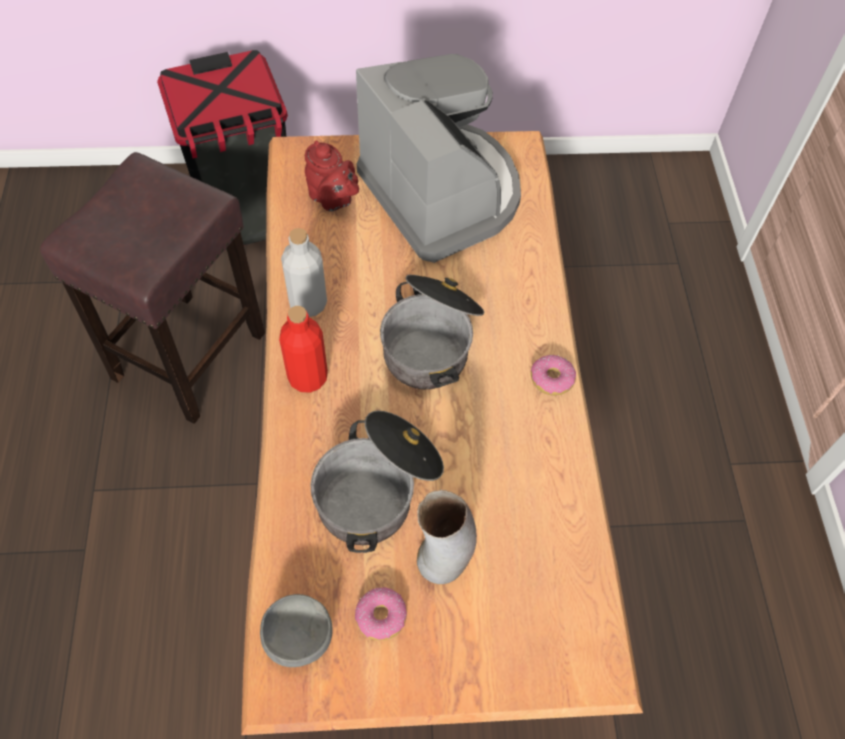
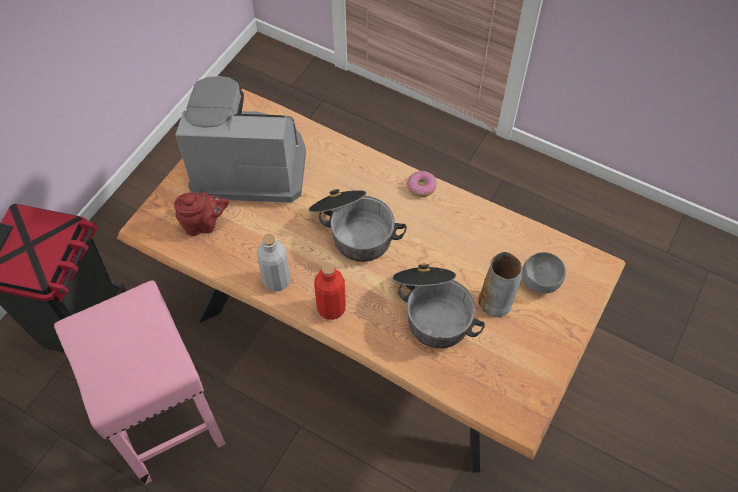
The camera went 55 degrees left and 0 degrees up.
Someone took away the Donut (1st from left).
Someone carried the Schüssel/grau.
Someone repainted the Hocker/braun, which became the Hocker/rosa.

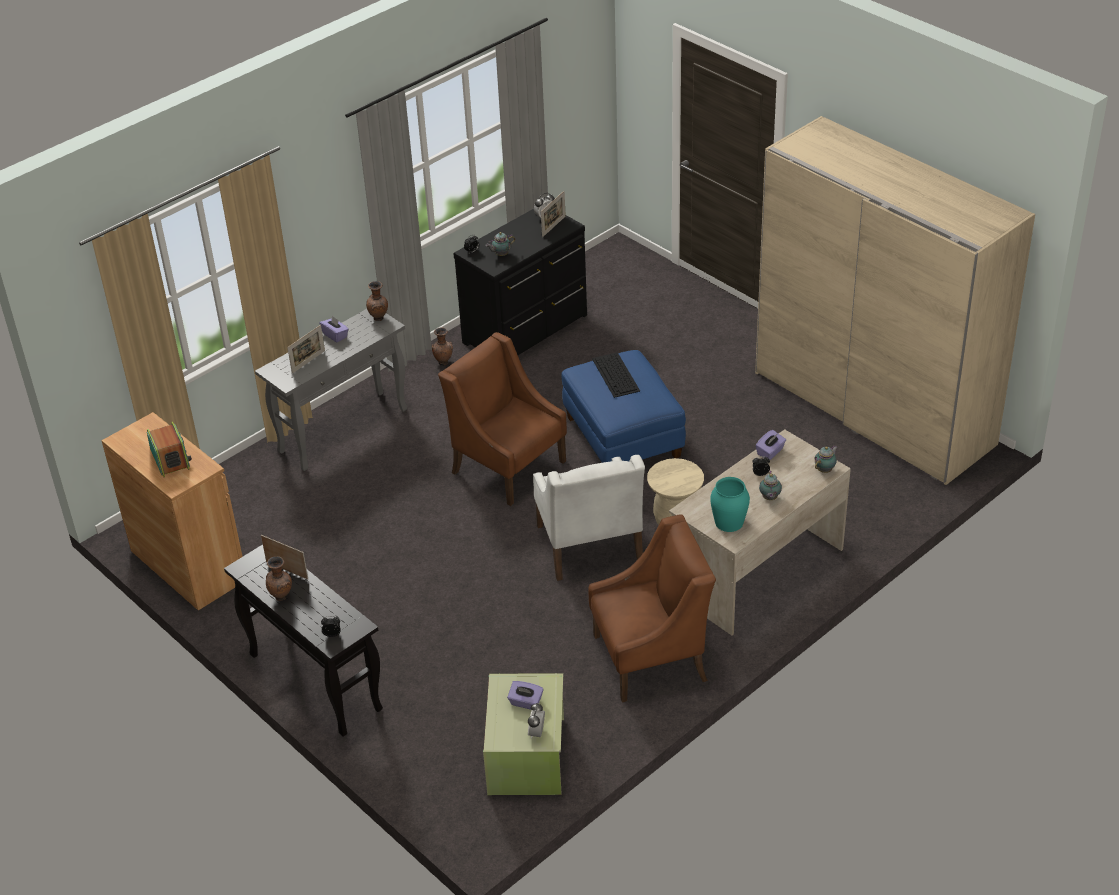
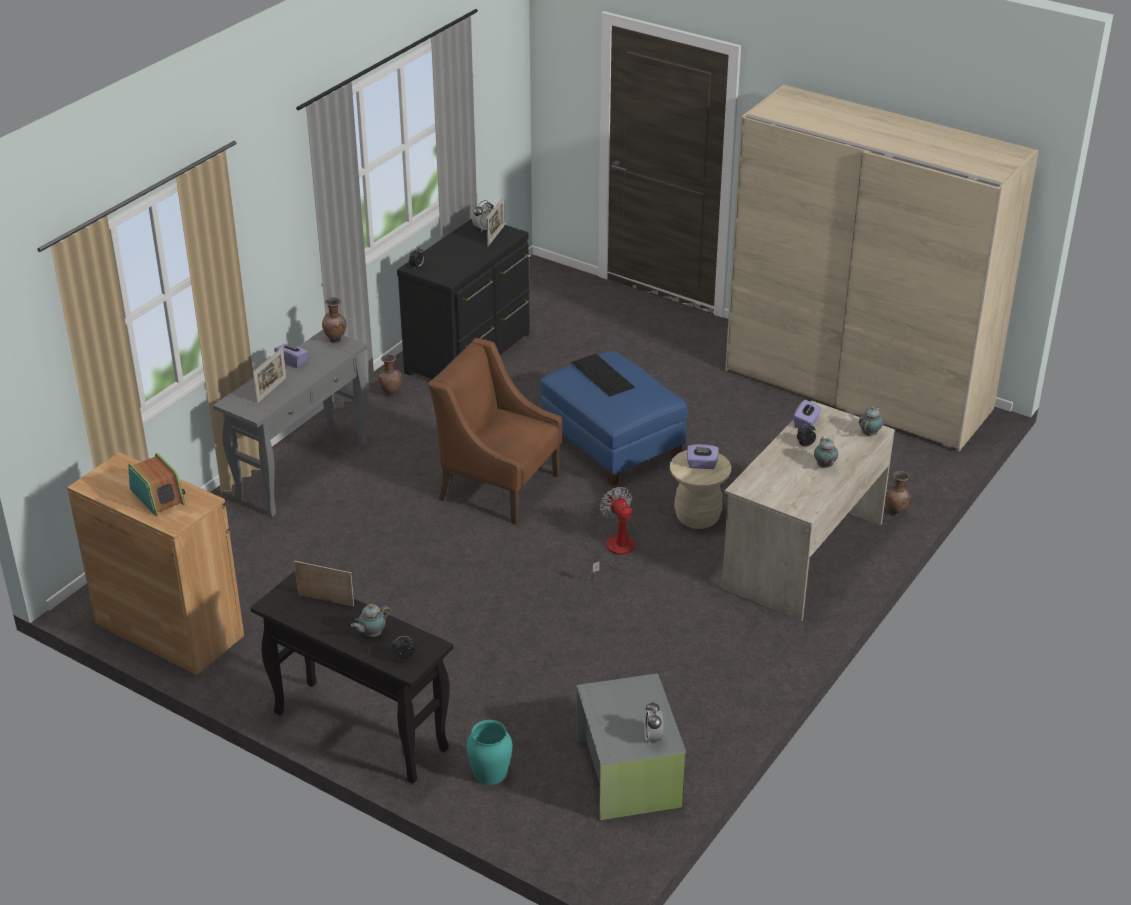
The camera went 15 degrees left and 5 degrees down.
Someone took away the Sessel/braun (2nd from left).
Someone carried the Vase/braun (1st from left in the first image).
Someone carried the Teekanne (1st from left).
Someone carried the Taschentuchbox/lila (2nd from left).
Someone carried the Vase/türkis.
Someone swapped the Sessel/weiß for the Ventilator.
Someone repainted the Aufbewahrungsbox/grün, which became the Aufbewahrungsbox/grau.

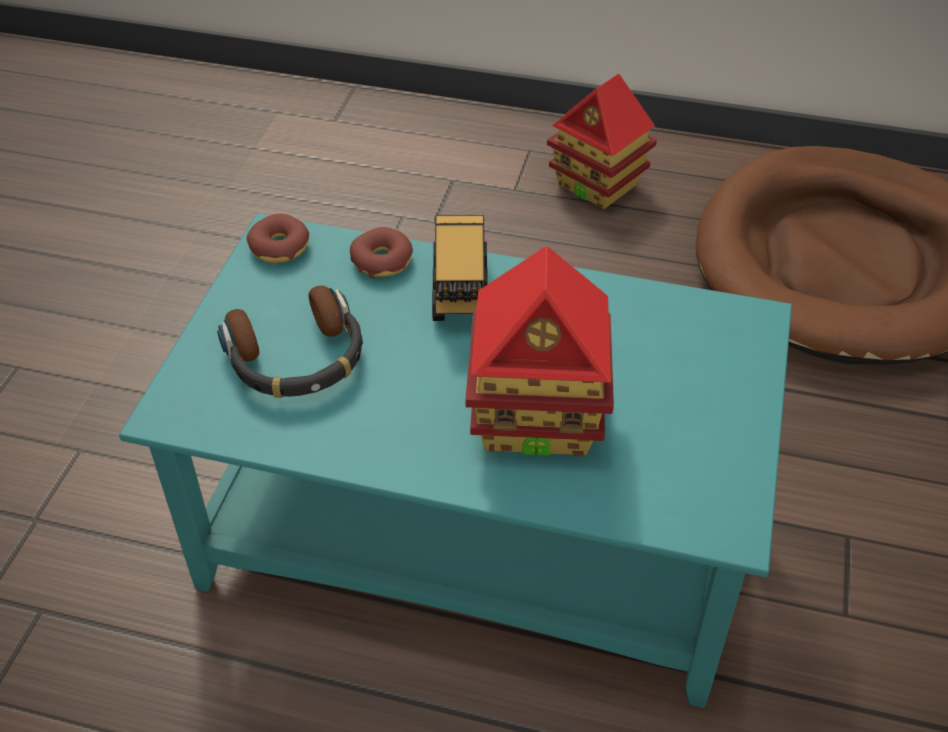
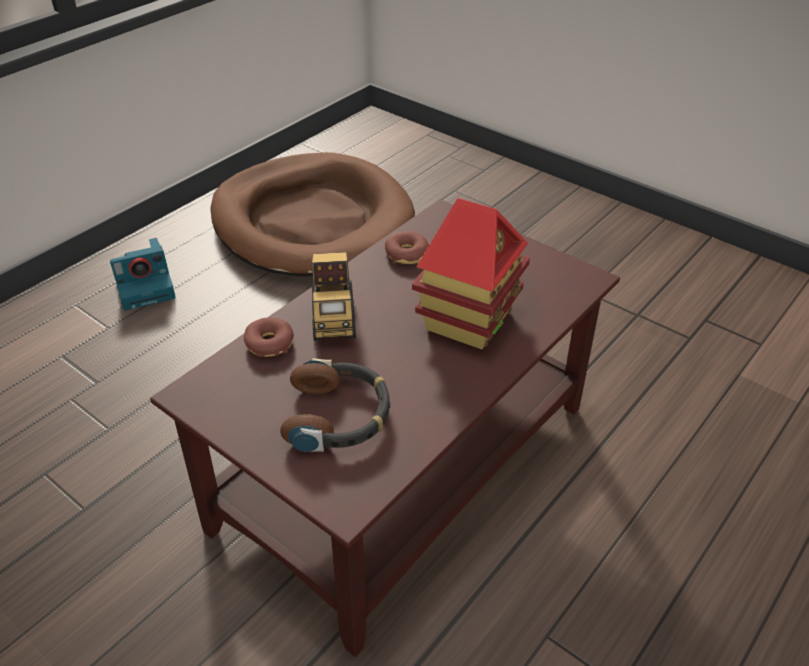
The camera went 65 degrees left and 5 degrees down.
Someone carried the Donut (1st from left in the first image).
Someone swapped the Spielzeughaus (2nd from left) for the Kamera.
Someone repainted the Couchtisch/türkis, which became the Couchtisch/braun.
Someone rotated the Spielzeuglaster by 120 degrees counterclockwise.

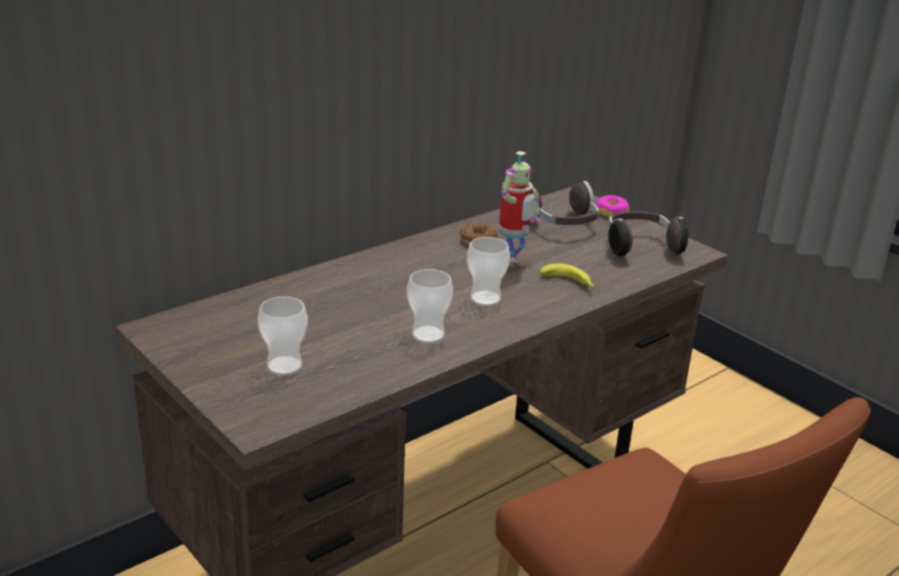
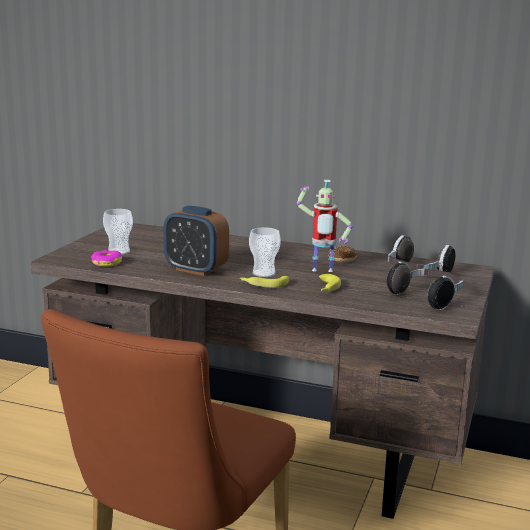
The camera went 60 degrees right and 10 degrees down.
Someone put down the Banane (1st from left).
Someone carried the Donut (2nd from left in the first image).
Someone swapped the Tasse (2nd from left) for the Wecker.

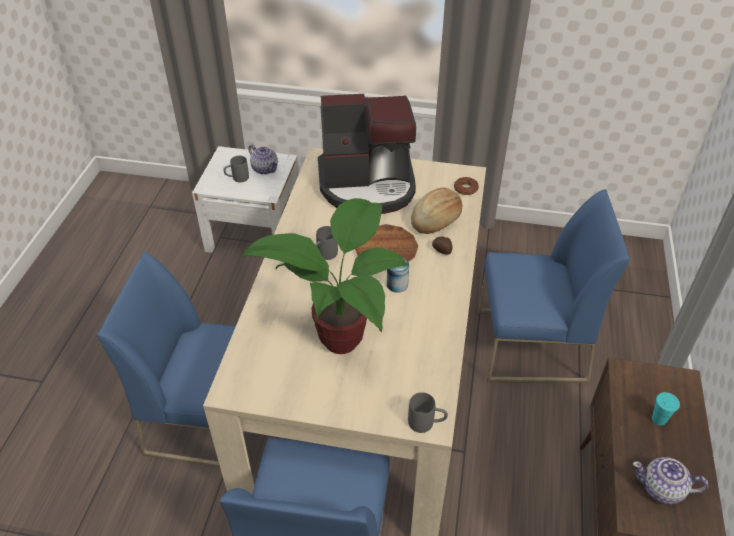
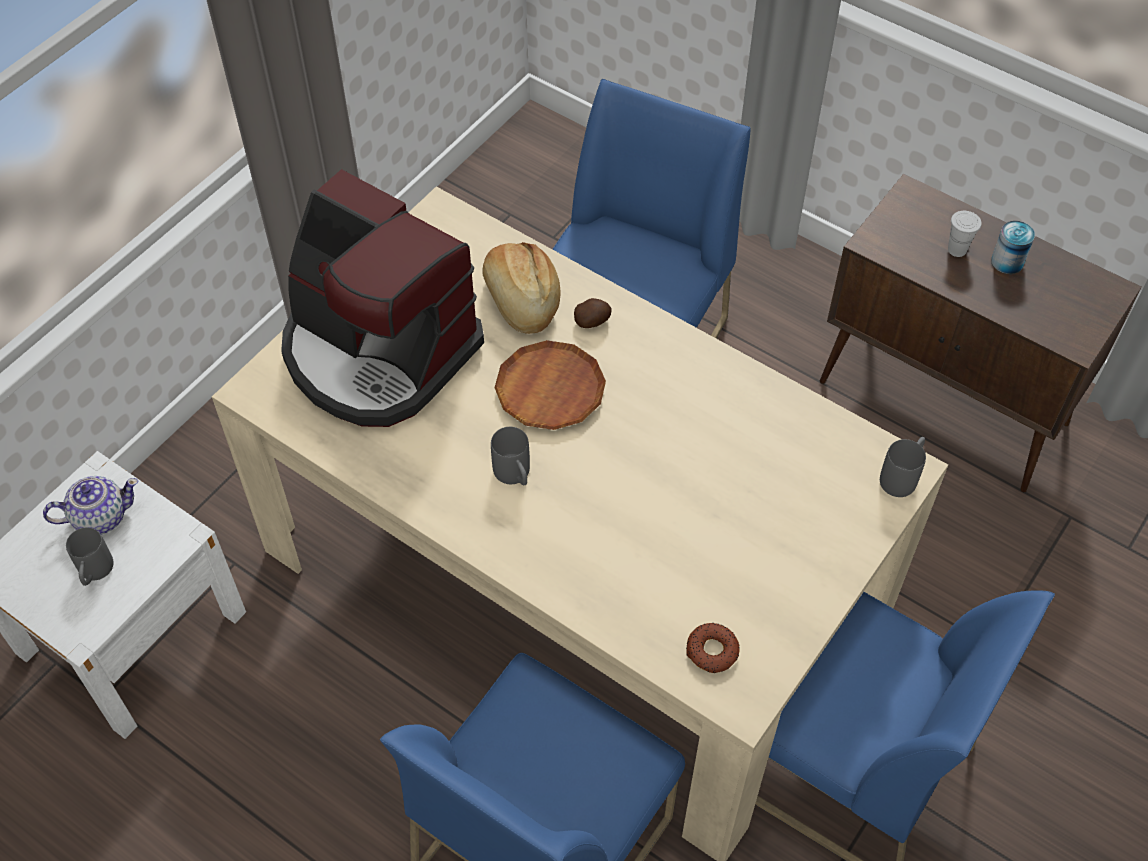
The camera went 65 degrees left and 10 degrees up.
Someone took away the Topfpflanze.
Someone took away the Teekanne (2nd from left).
Someone carried the Dose.
Someone carried the Donut.
Someone repainted the Tasse/türkis, which became the Tasse/weiß.
Someone rotated the Kaffeemaschine by 105 degrees clockwise.

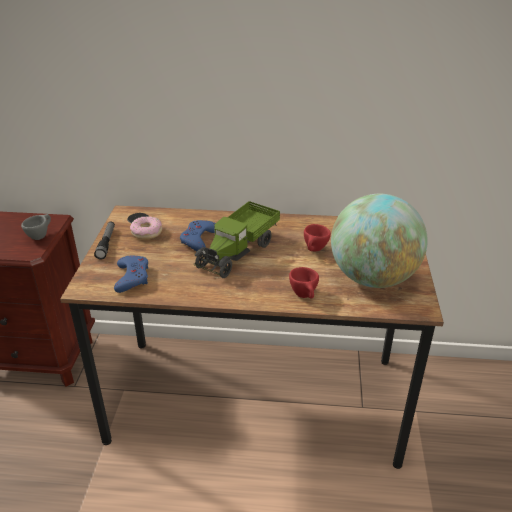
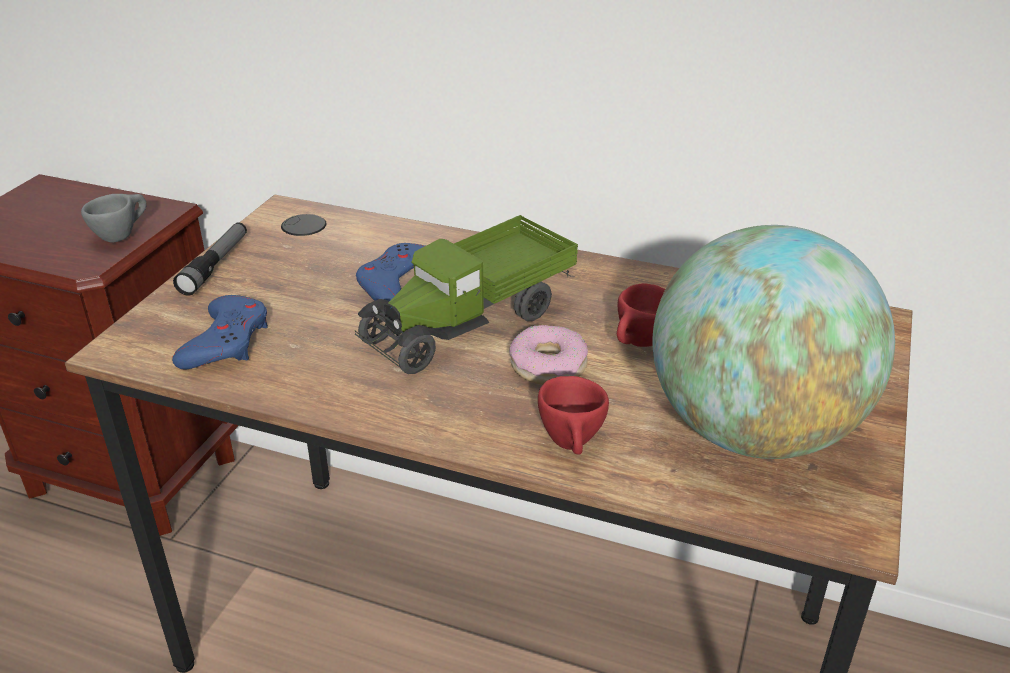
The camera went 15 degrees right and 0 degrees up.
Someone carried the Donut.

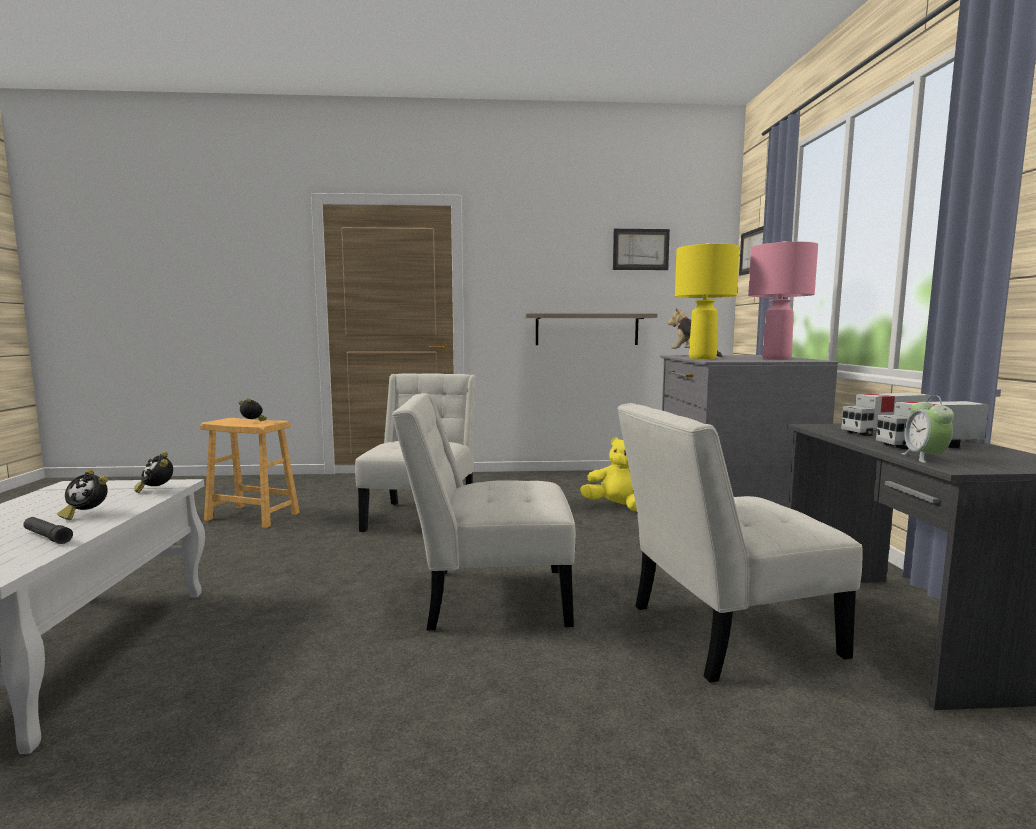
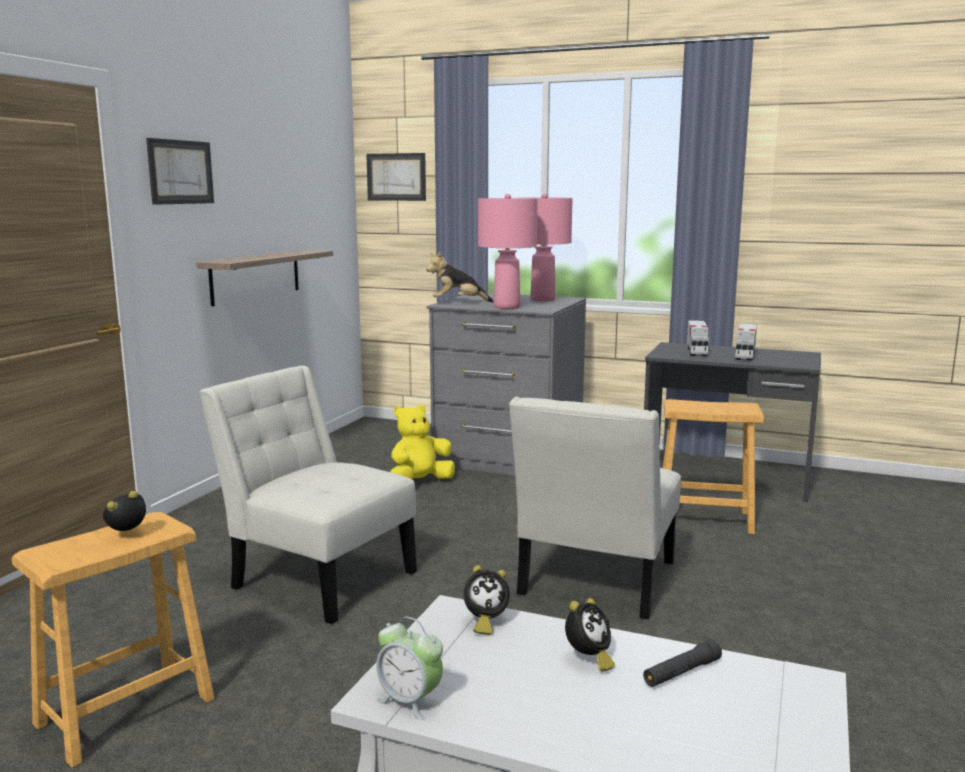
The camera went 65 degrees left and 5 degrees up.
Someone carried the Bild (1st from left).
Someone carried the Wecker (4th from left in the first image).
Someone swapped the Stuhl/weiß (3rd from left) for the Hocker/braun (2nd from left).
Someone repainted the Tischlampe/gelb, which became the Tischlampe/rosa (1st from left).

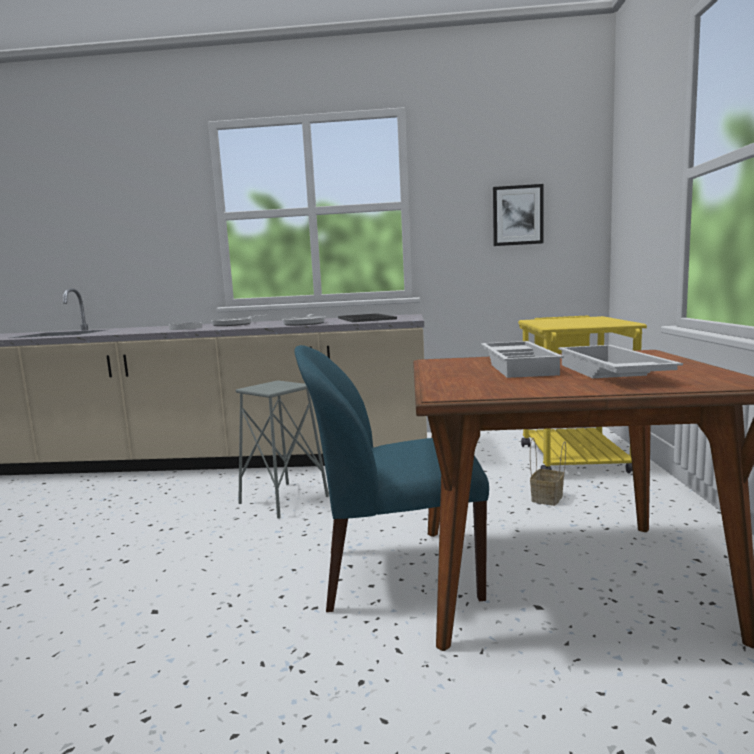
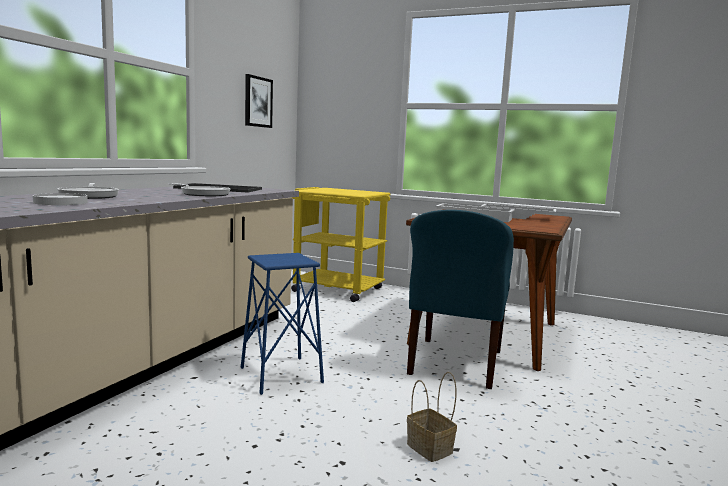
The camera went 70 degrees left and 0 degrees up.
Someone carried the Korb.
Someone repainted the Hocker/grau, which became the Hocker/blau.

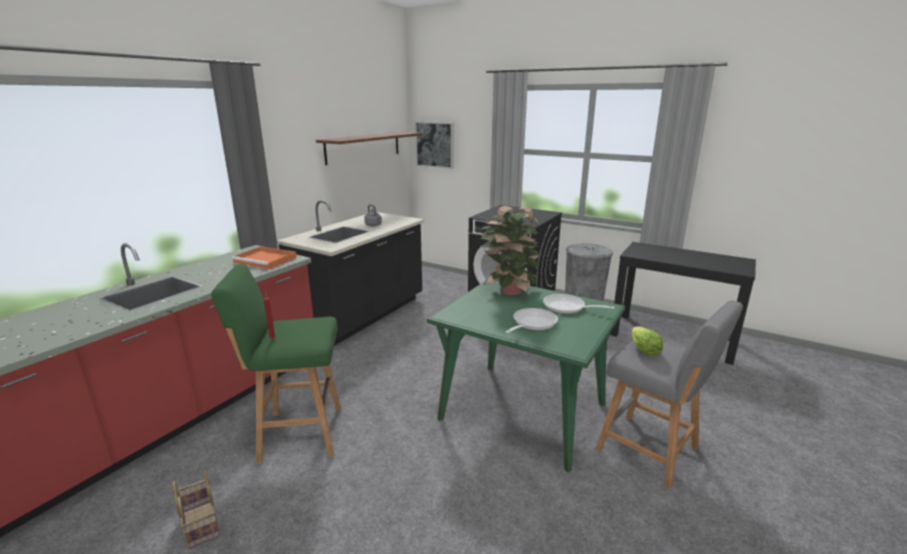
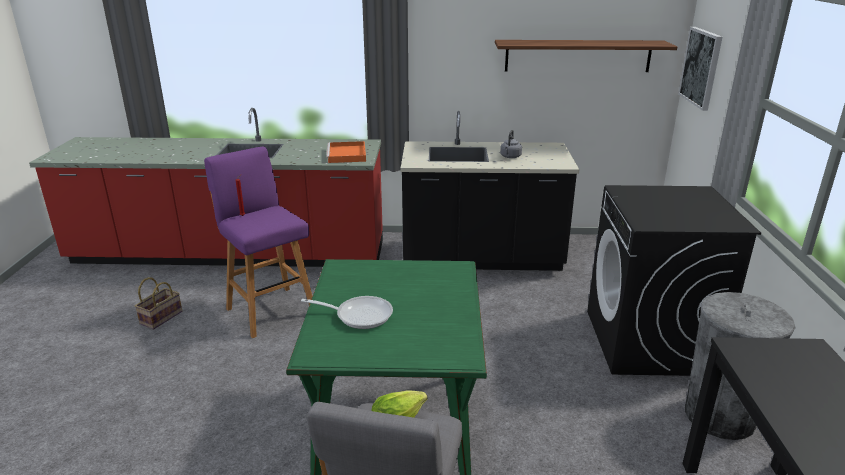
The camera went 60 degrees right and 5 degrees up.
Someone took away the Topfpflanze.
Someone took away the Pfanne (2nd from left).
Someone repainted the Hocker/grün, which became the Hocker/lila.

